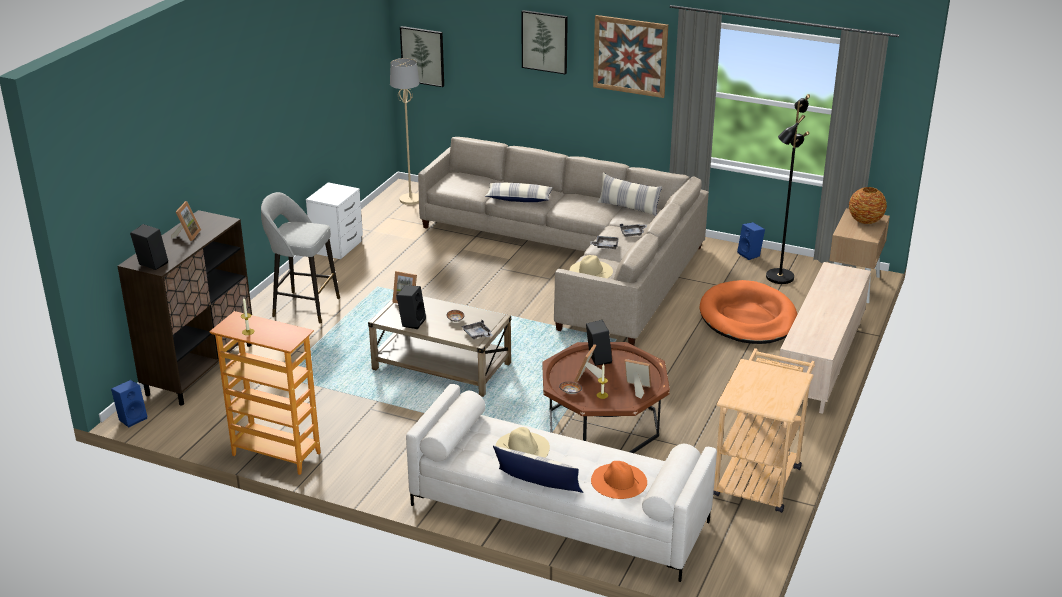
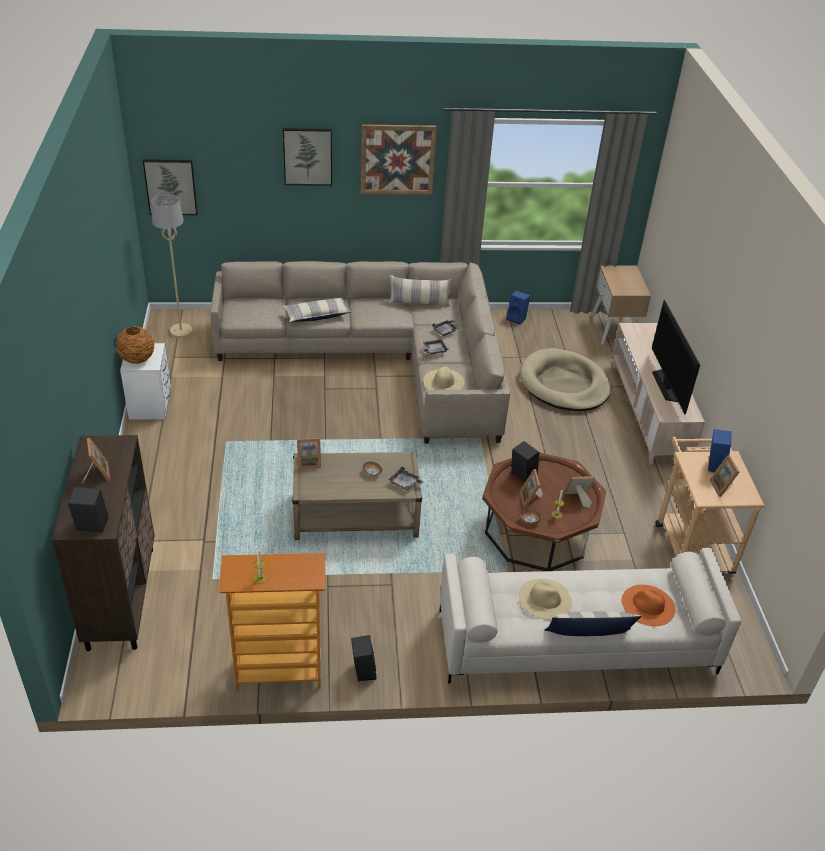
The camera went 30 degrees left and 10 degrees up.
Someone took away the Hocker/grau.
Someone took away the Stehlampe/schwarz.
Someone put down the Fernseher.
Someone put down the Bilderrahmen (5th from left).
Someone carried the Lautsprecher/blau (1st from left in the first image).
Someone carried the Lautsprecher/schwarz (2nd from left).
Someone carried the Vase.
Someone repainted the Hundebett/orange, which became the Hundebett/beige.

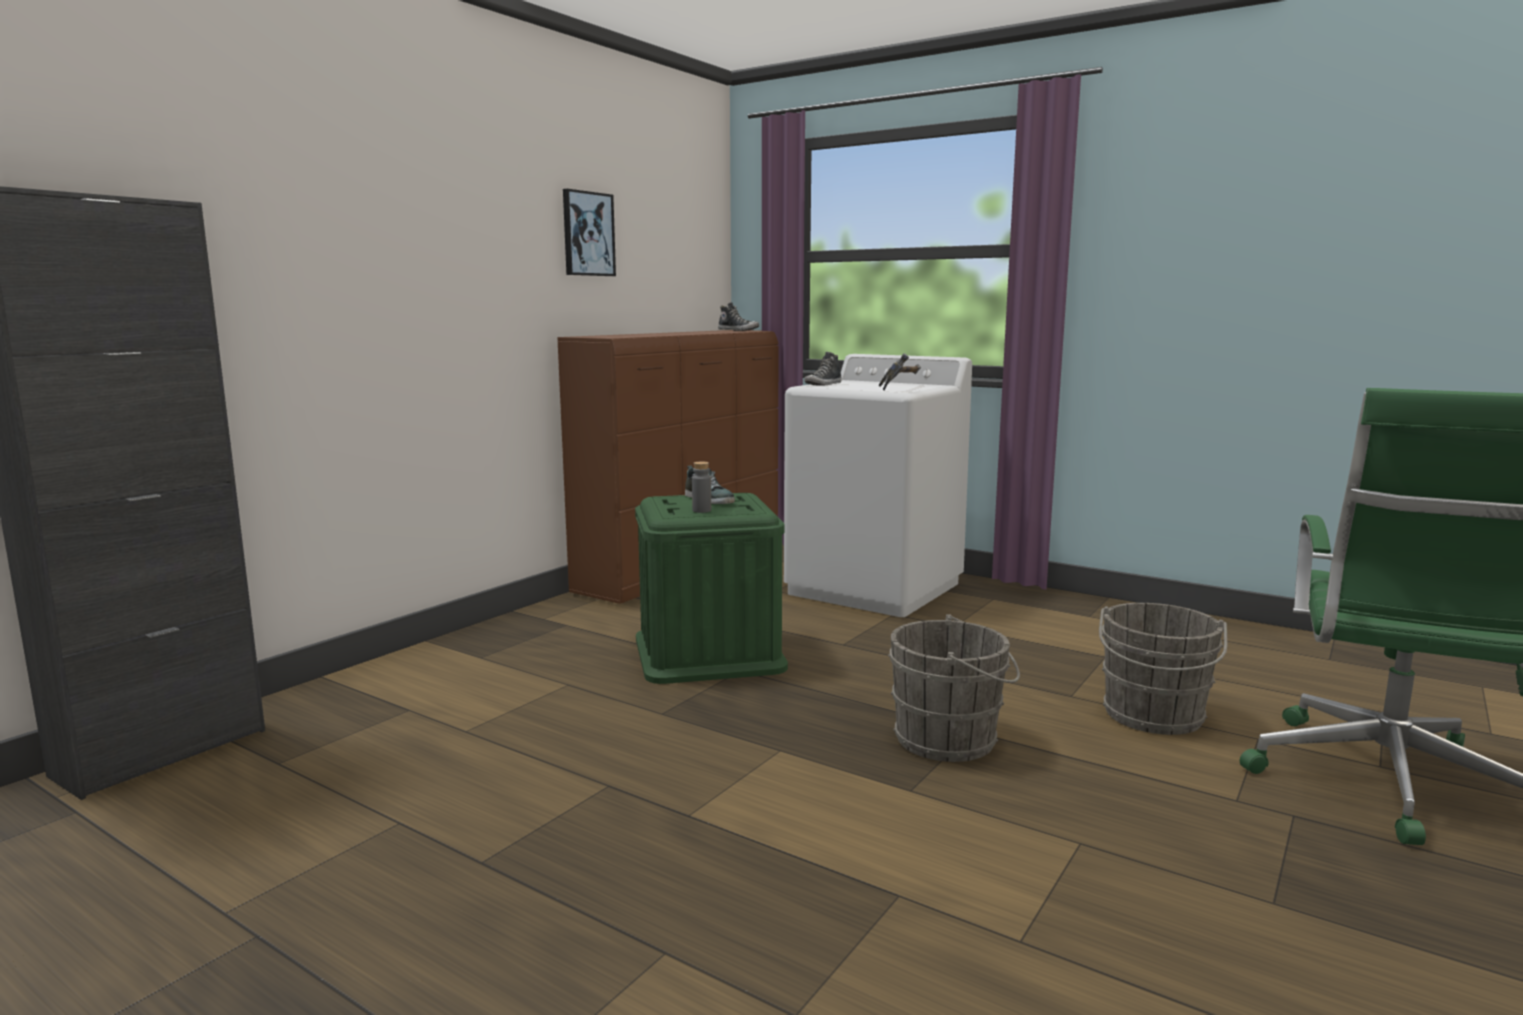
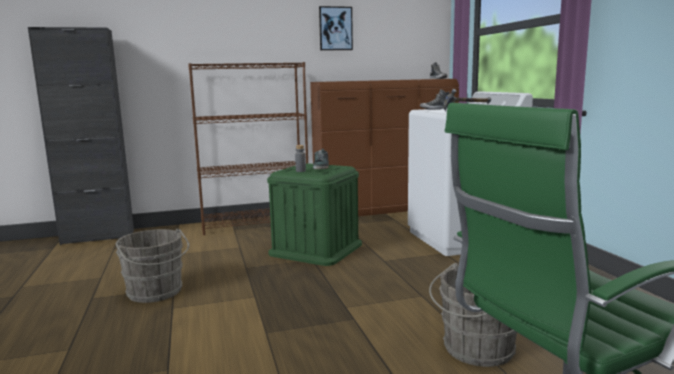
The camera went 40 degrees right and 0 degrees up.
Someone put down the Bücherregal/braun.
Someone carried the Eimer/grau (1st from left).

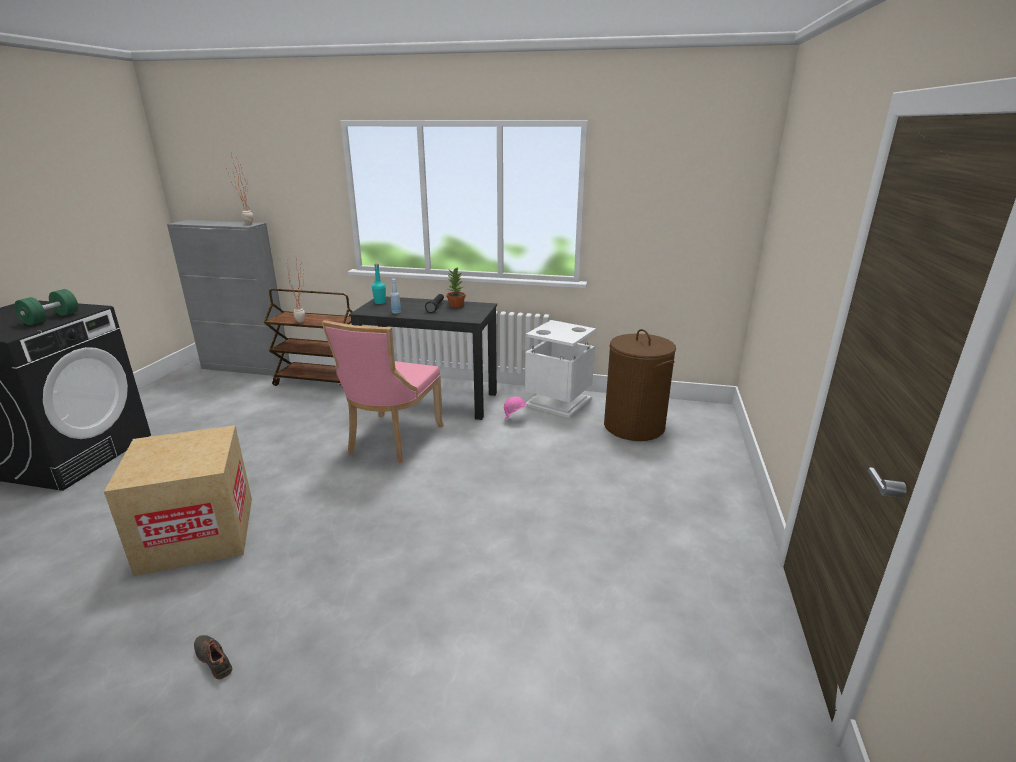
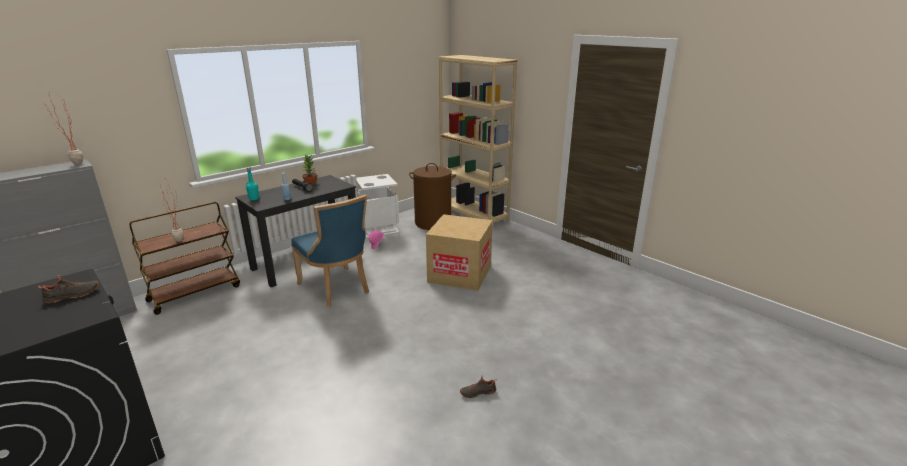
The camera went 55 degrees left and 0 degrees up.
Someone put down the Bücherregal/beige.
Someone carried the Karton.
Someone swapped the Hantel/grün for the Schuh/schwarz (1st from left).
Someone repainted the Stuhl/rosa, which became the Stuhl/blau.

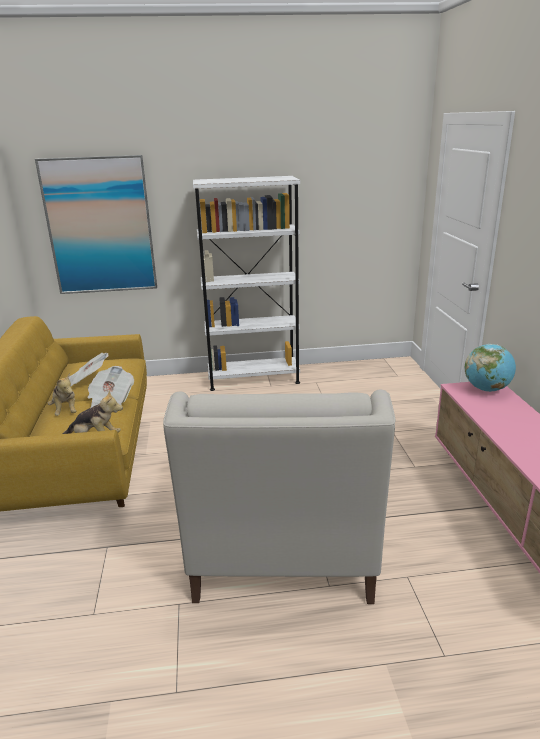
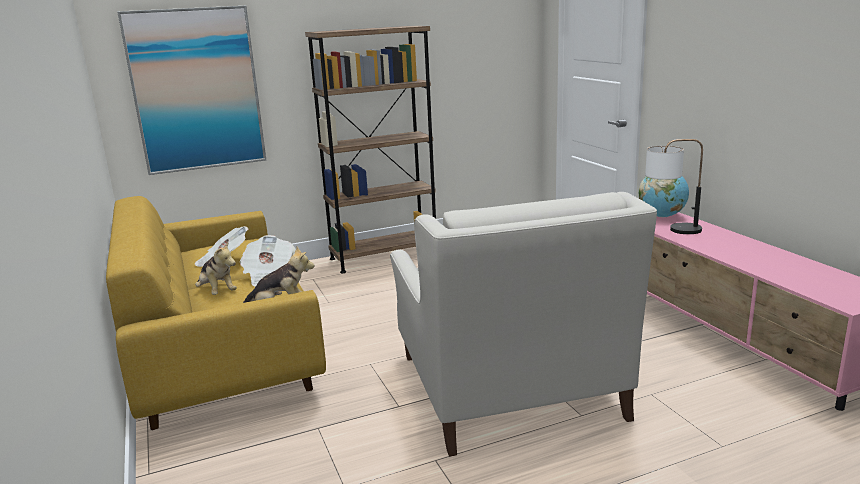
The camera went 15 degrees left and 5 degrees down.
Someone put down the Tischlampe.
Someone repainted the Bücherregal/weiß, which became the Bücherregal/braun.

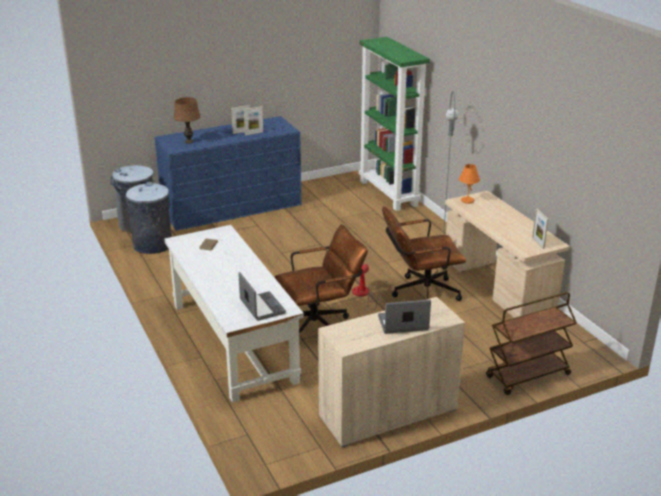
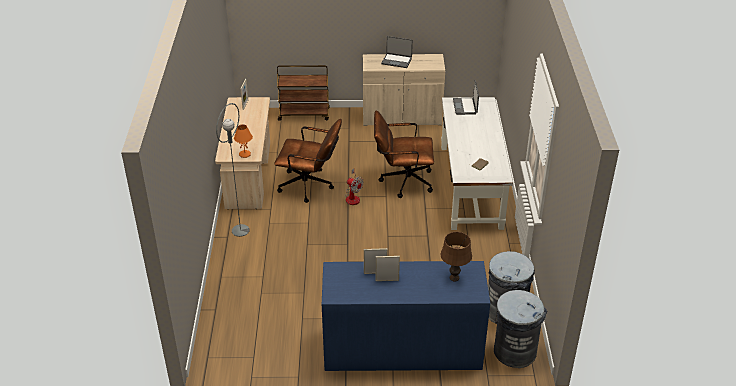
The camera went 155 degrees left and 10 degrees up.
Someone took away the Bücherregal/grün.

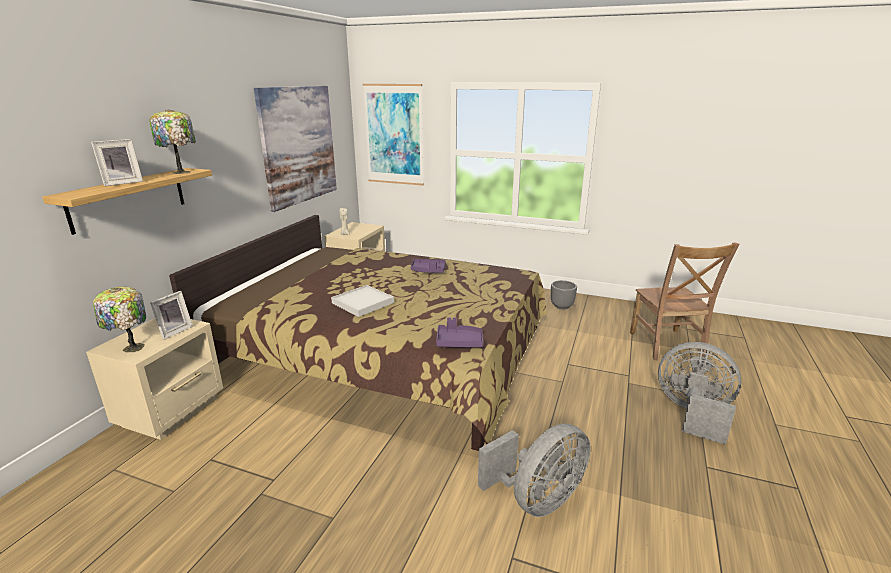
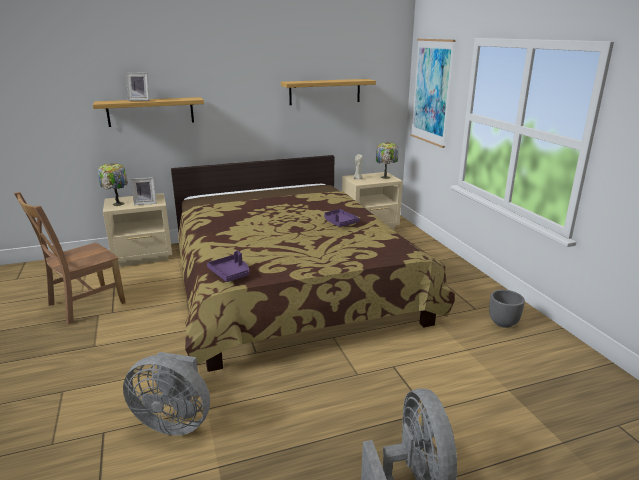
The camera went 50 degrees right and 0 degrees up.
Someone took away the Tablett/weiß.
Someone carried the Tischlampe (2nd from left).
Someone carried the Stuhl/braun.
Someone swapped the Bild (1st from left) for the Wandregal (2nd from left).

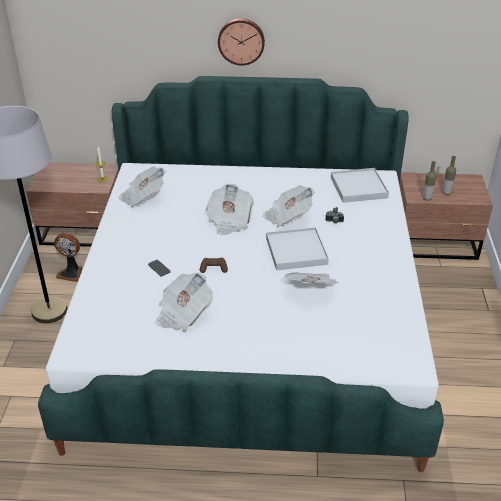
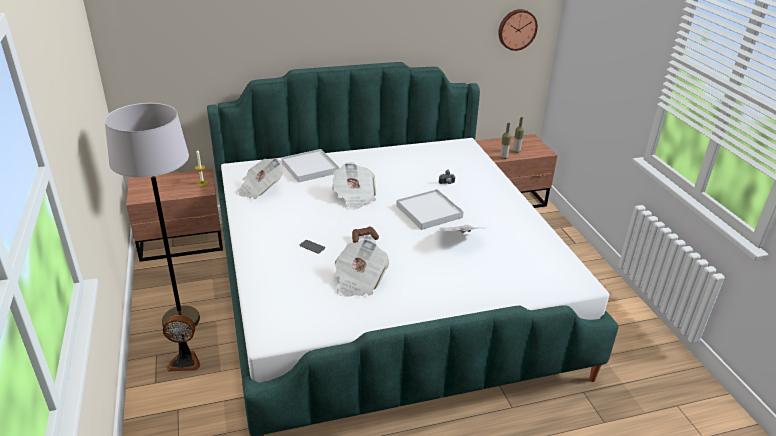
The camera went 20 degrees left and 5 degrees down.
Someone took away the Zeitung (4th from left).
Someone carried the Ventilator.
Someone carried the Wanduhr.
Someone carried the Tablett/weiß (2nd from left in the first image).

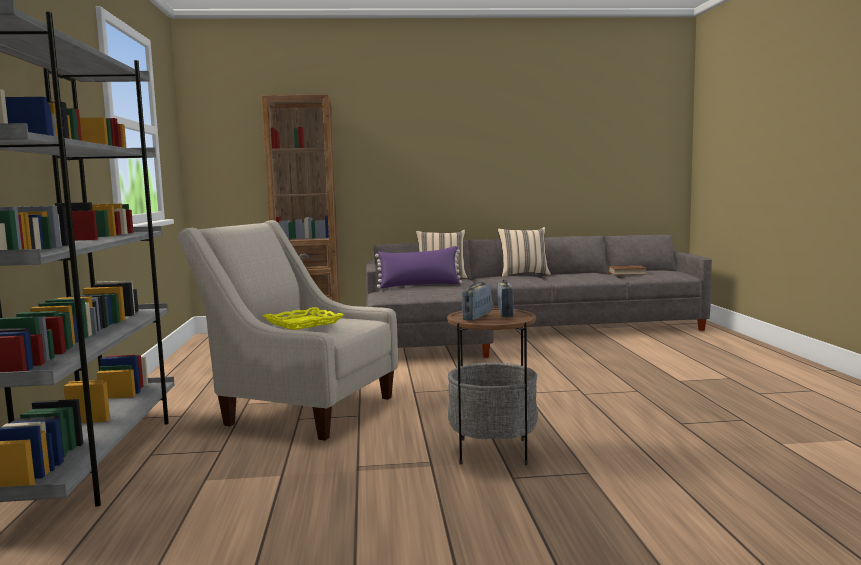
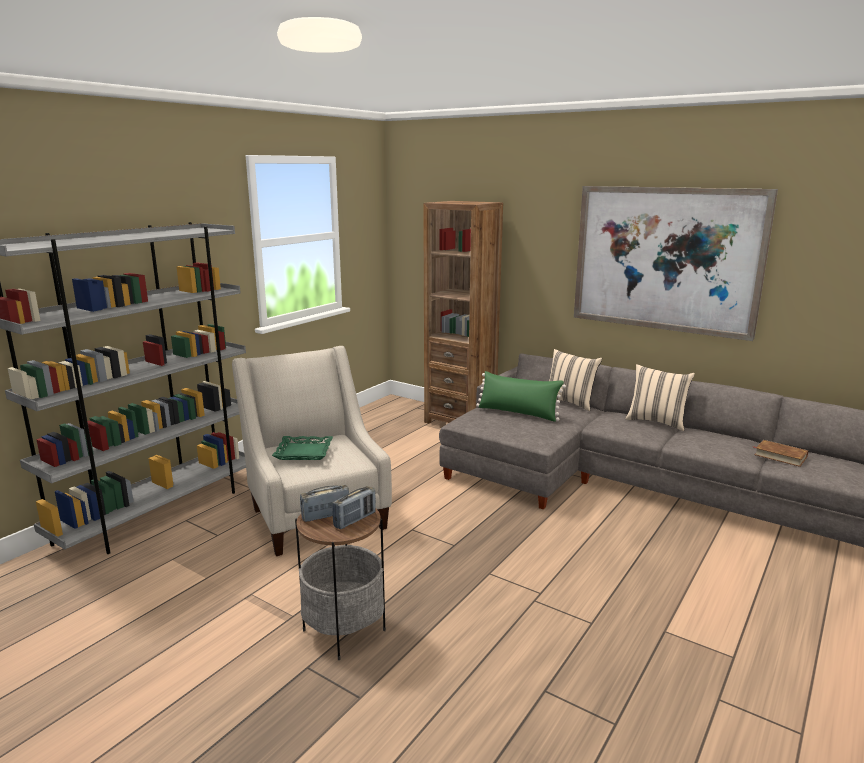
The camera went 40 degrees right and 10 degrees up.
Someone put up the Bild.
Someone repainted the Tablett/gelb, which became the Tablett/grün.
Someone repainted the Kissen/lila, which became the Kissen/grün.

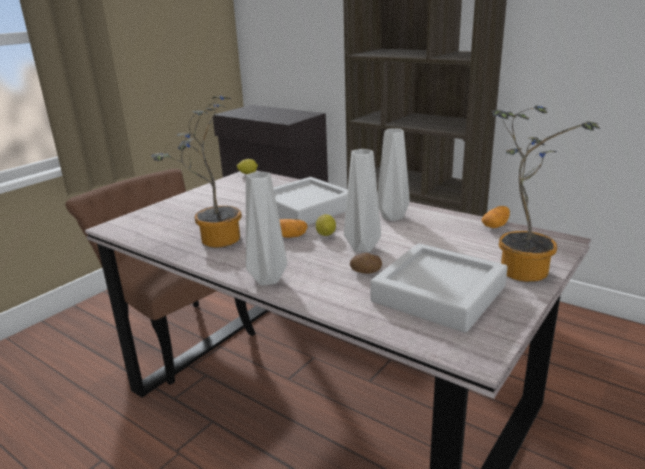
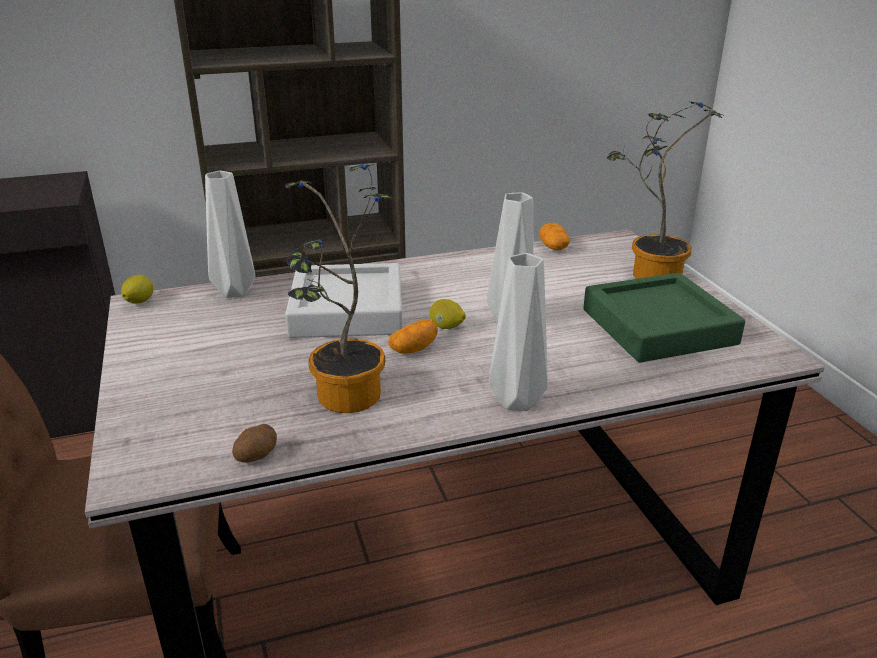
The camera went 55 degrees left and 5 degrees up.
Someone carried the Kartoffel (2nd from left in the first image).
Someone carried the Vase/grau (3rd from left in the first image).
Someone repainted the Tablett/grau (2nd from left), which became the Tablett/grün.

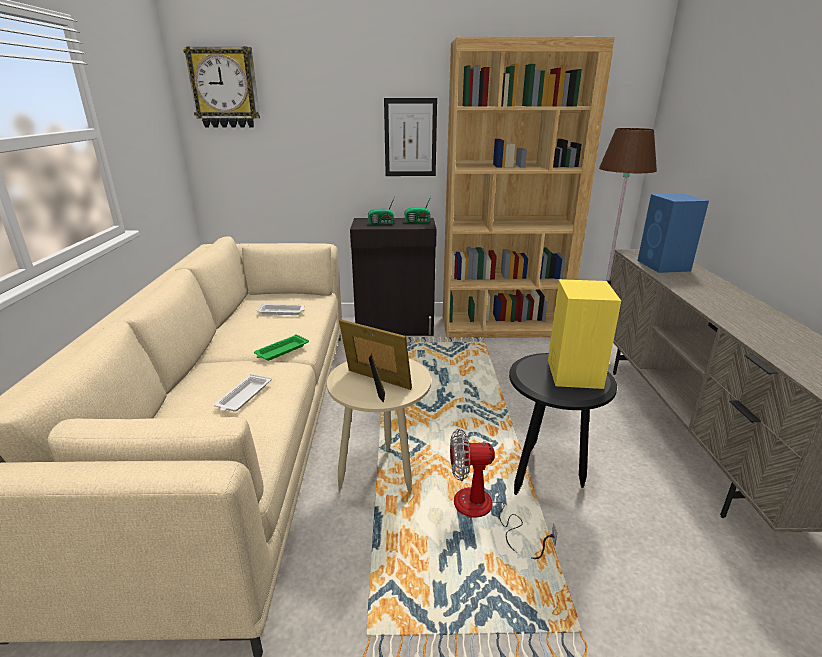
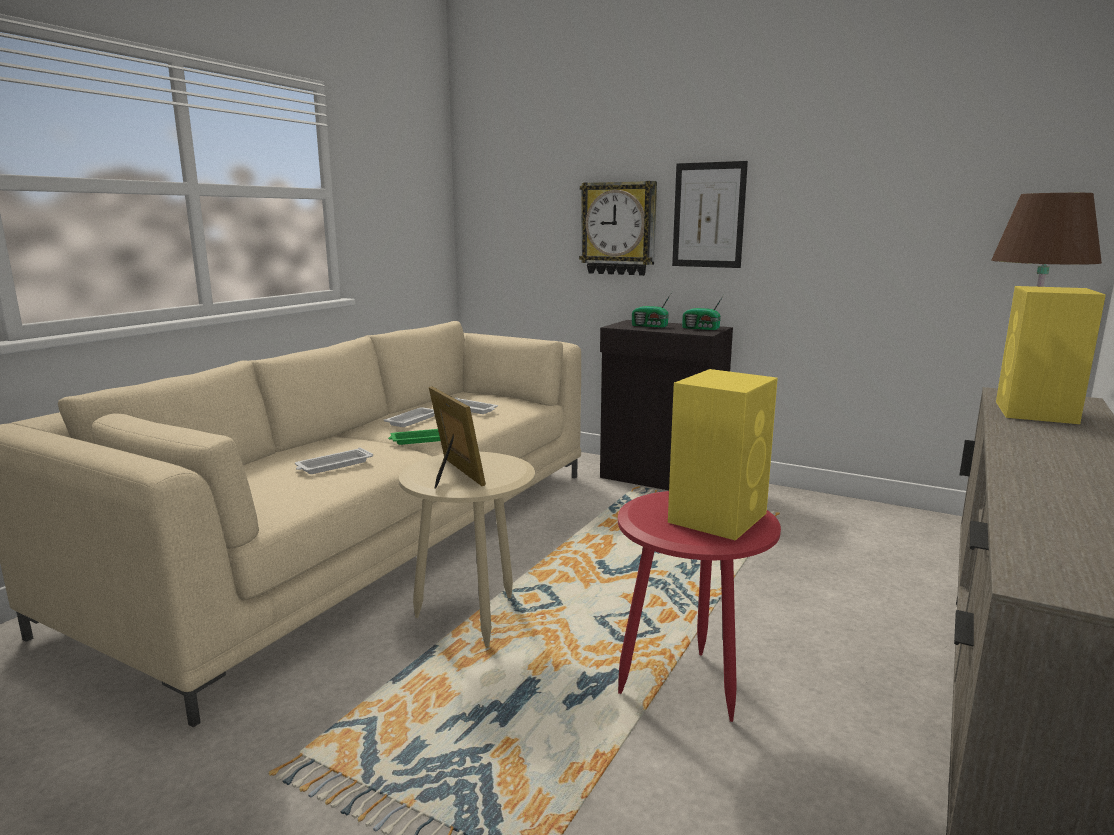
The camera went 30 degrees right and 10 degrees down.
Someone took away the Bücherregal/braun.
Someone took away the Ventilator.
Someone put down the Tablett/weiß (2nd from left).
Someone carried the Wanduhr.
Someone repainted the Beistelltisch/schwarz, which became the Beistelltisch/rot.
Someone repainted the Lautsprecher/blau, which became the Lautsprecher/gelb (2nd from left).

